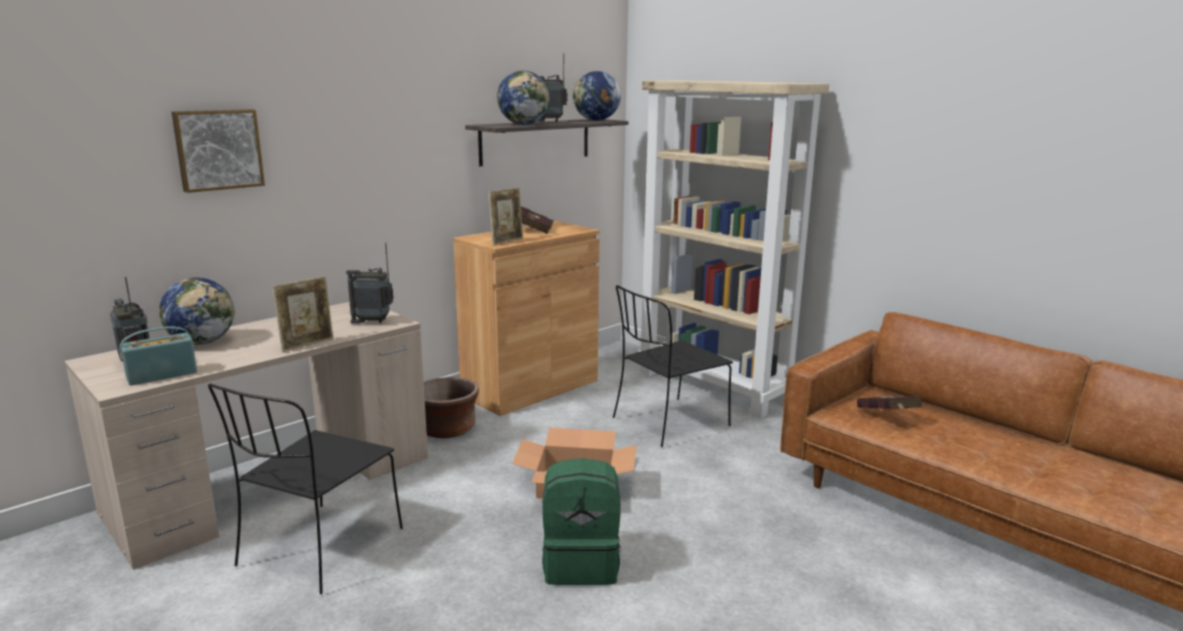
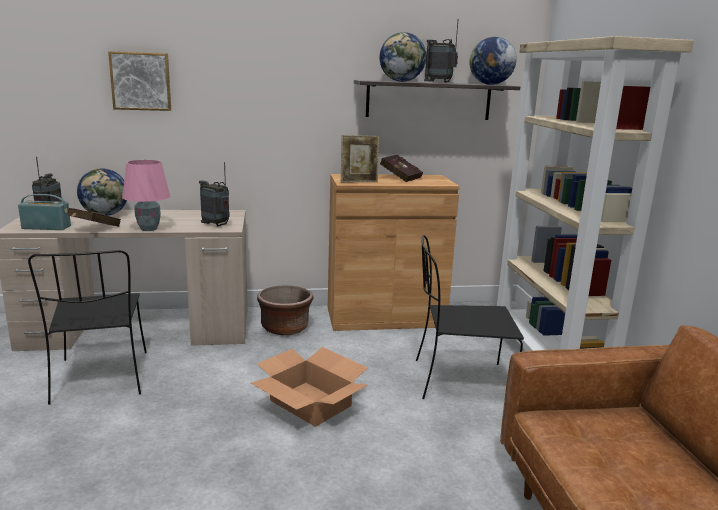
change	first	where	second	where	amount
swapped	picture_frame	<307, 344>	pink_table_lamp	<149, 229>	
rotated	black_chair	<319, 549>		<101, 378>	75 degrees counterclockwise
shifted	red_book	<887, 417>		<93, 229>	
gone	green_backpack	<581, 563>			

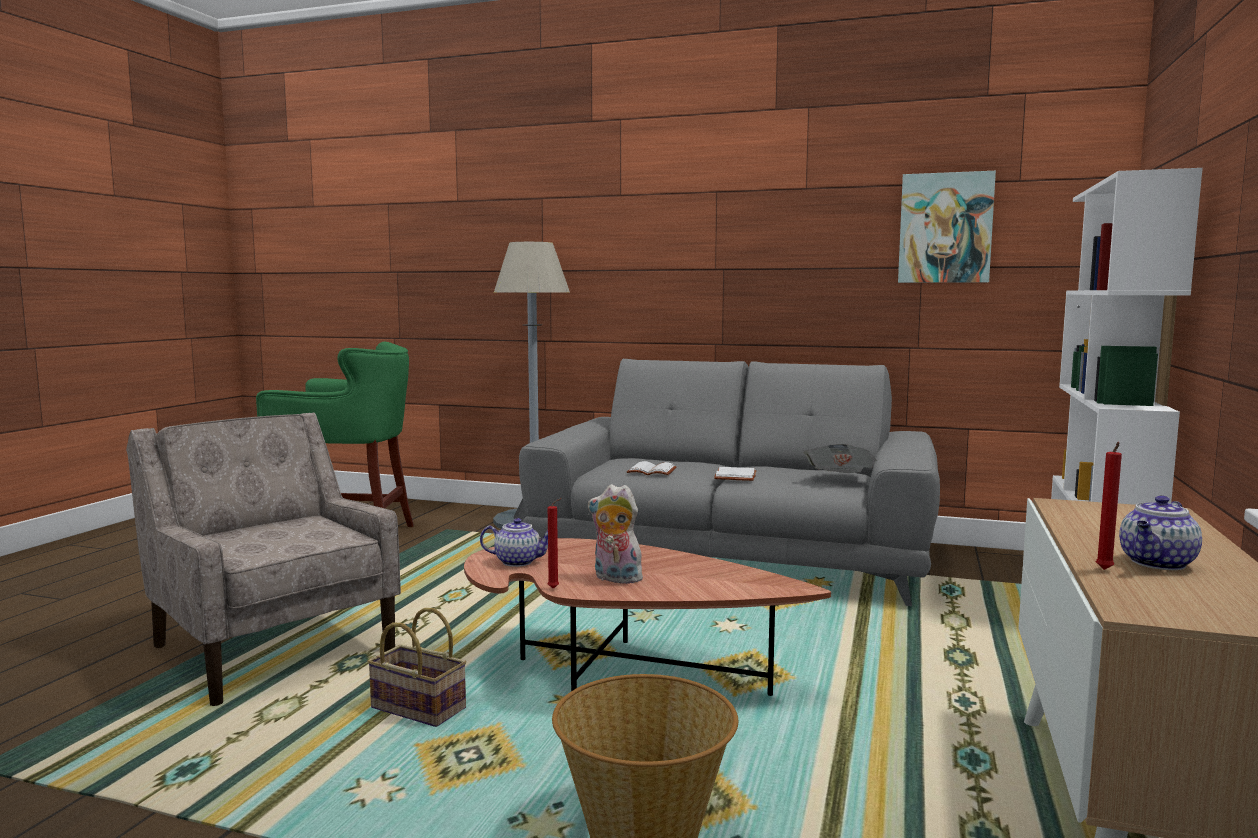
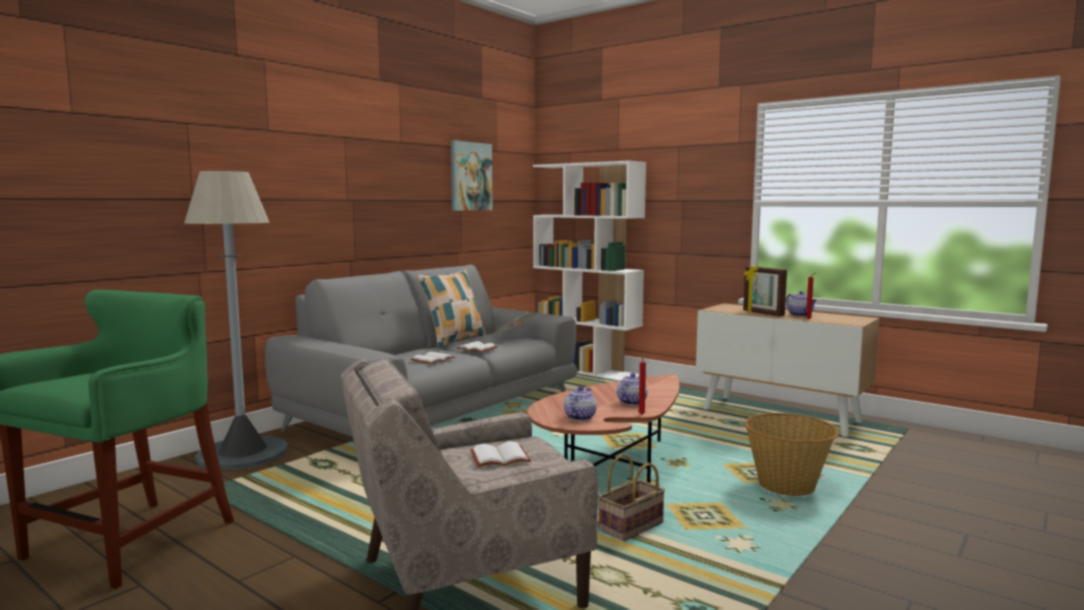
change	first	where	second	where	amount
swapped	plush_toy	<615, 579>	teapot	<631, 402>	
new			picture_frame	<762, 313>	
new			pillow	<454, 341>	
new			white_book	<499, 458>	

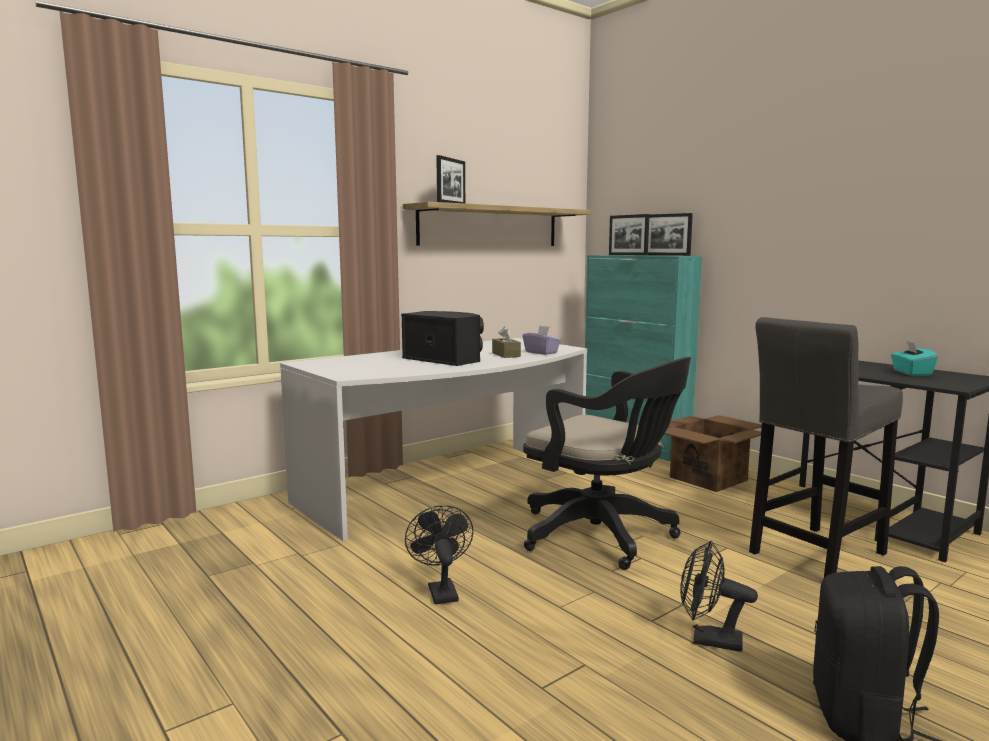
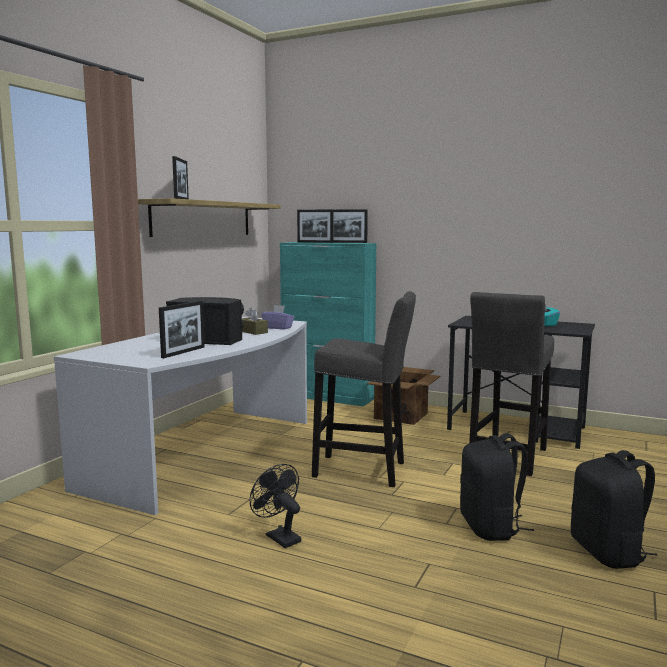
change	first	where	second	where	amount
swapped	black_office_chair	<603, 536>	grey_stool	<364, 471>	
swapped	black_fan	<708, 640>	black_backpack	<491, 527>	
new			picture_frame	<183, 352>	

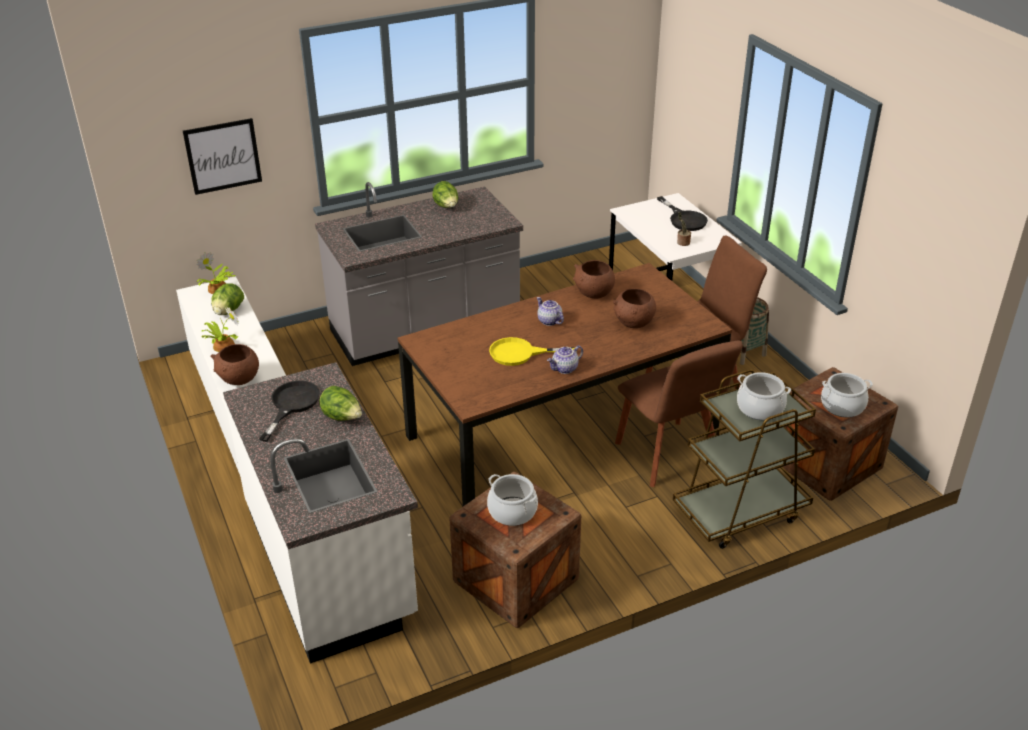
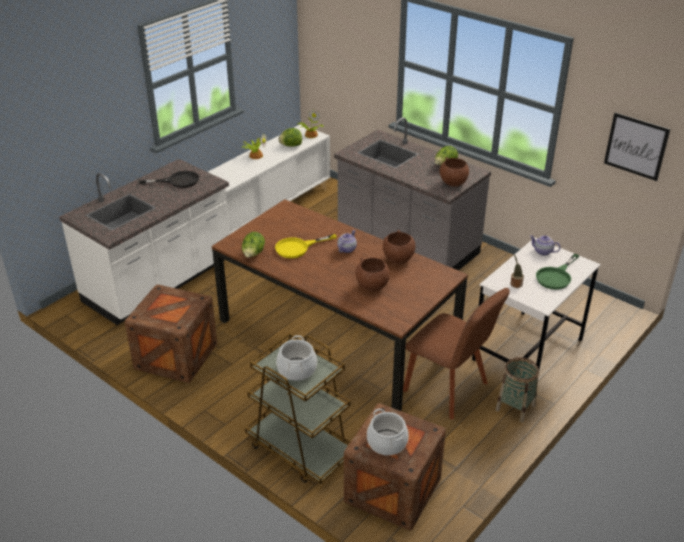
change	first	where	second	where	amount
shifted	picture	<223, 156>		<636, 146>	
repainted	black_frying_pan	<684, 219>	green_frying_pan	<556, 276>	
rotated	yellow_frying_pan	<520, 353>		<298, 248>	90 degrees counterclockwise
gone	brown_chair	<669, 456>			
shifted	brown_bowl	<239, 380>		<453, 183>	
shifted	teapot	<565, 369>		<542, 252>	
shifted	lettuce	<342, 417>		<253, 254>	
gone	cooking_pot	<512, 511>			

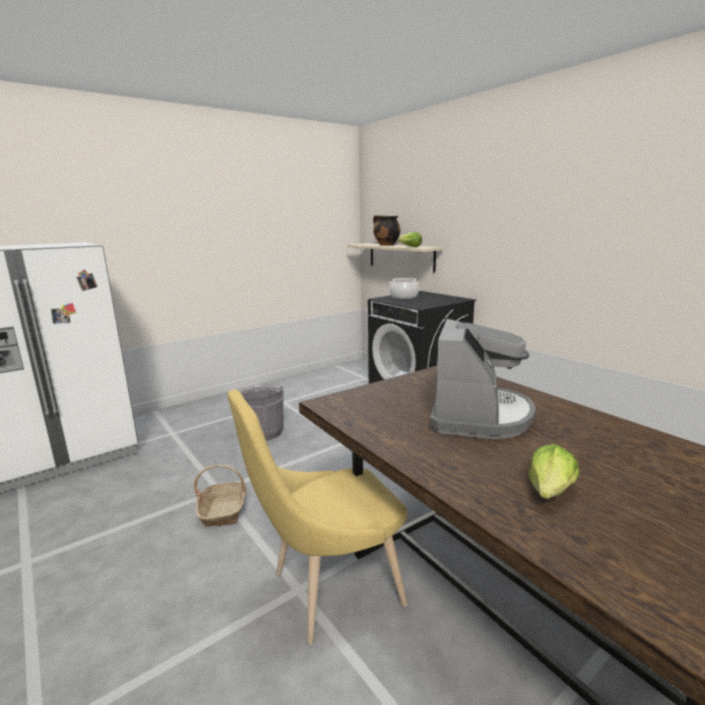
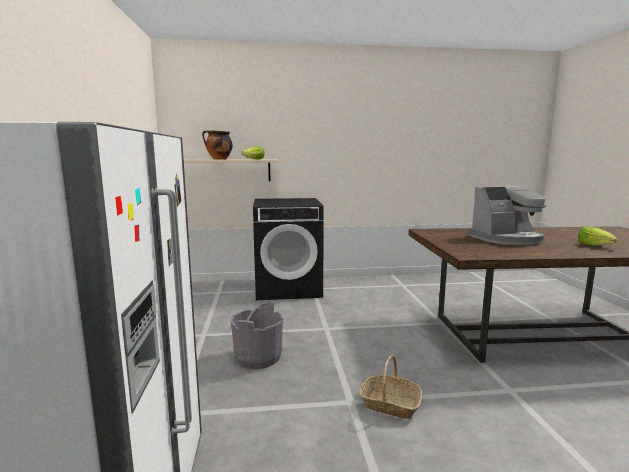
change	first	where	second	where	amount
gone	cooking_pot	<403, 297>			
rotated	coffee_machine	<479, 416>		<506, 239>	120 degrees clockwise
gone	yellow_chair	<328, 591>			

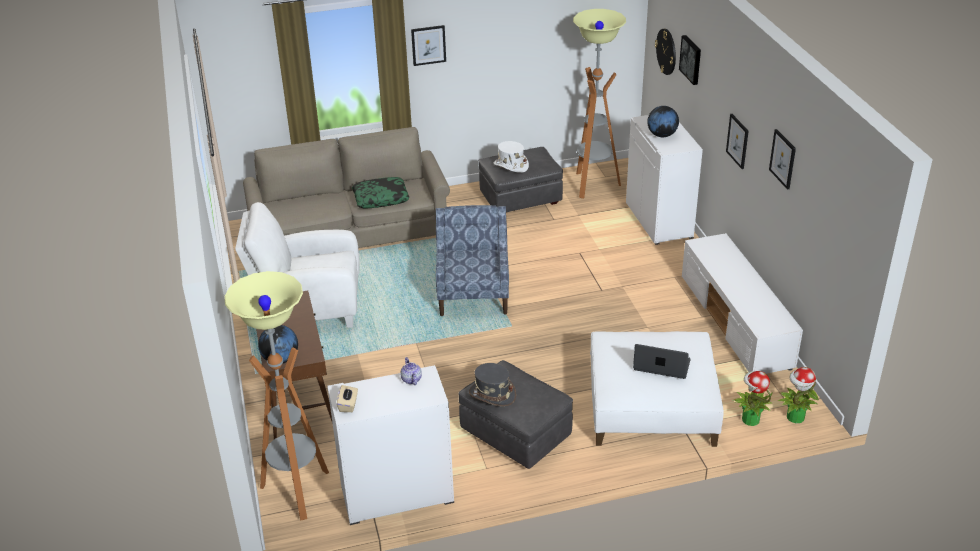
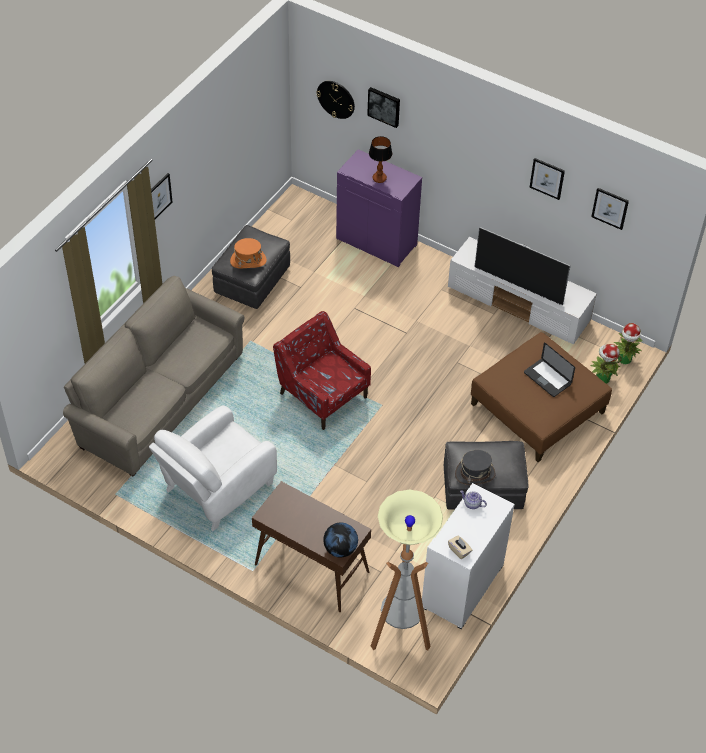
change	first	where	second	where	amount
gone	floor_lamp	<593, 185>			
swapped	globe	<662, 135>	table_lamp	<379, 178>	
shifted	picture	<737, 141>		<610, 208>	
repainted	white_cabinet	<660, 220>	purple_cabinet	<377, 241>	
repainted	white_hat	<511, 165>	orange_hat	<248, 261>	
gone	pillow	<381, 198>			
repainted	blue_armchair	<473, 293>	red_armchair	<322, 394>	
repainted	white_ottoman	<651, 405>	brown_ottoman	<537, 408>	
rotated	laptop	<661, 365>		<547, 378>	105 degrees counterclockwise
new			television	<518, 285>	

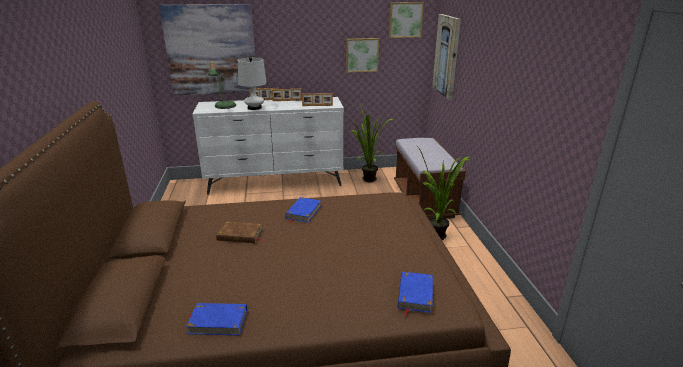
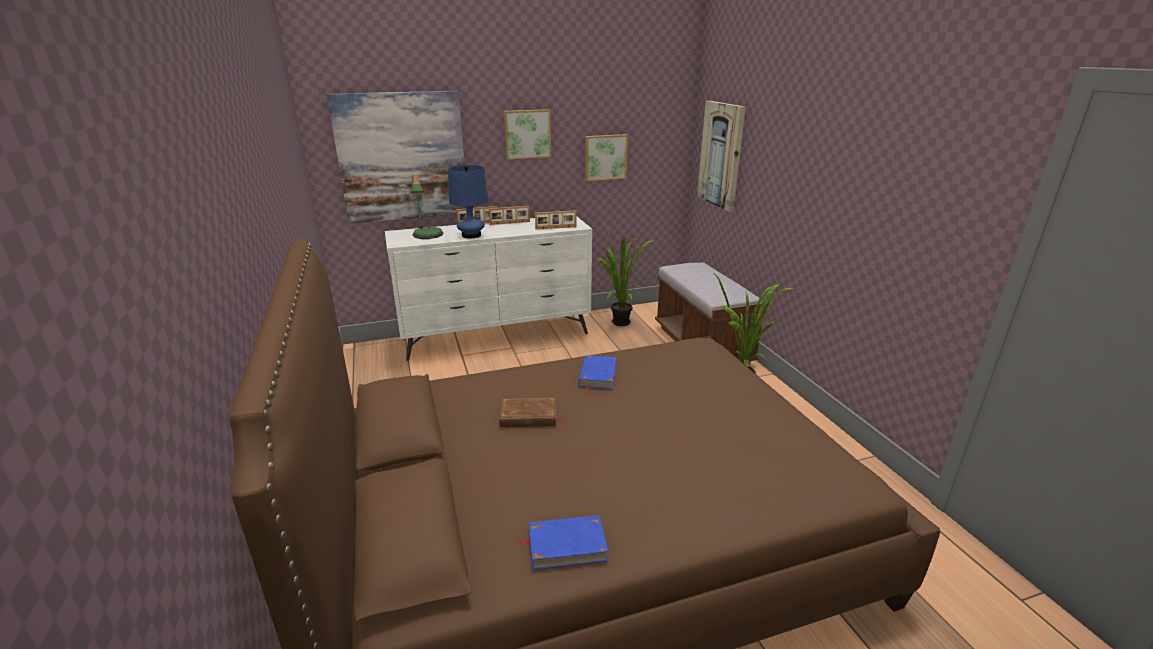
change	first	where	second	where	amount
shifted	picture	<405, 20>		<527, 134>	
repainted	white_table_lamp	<254, 108>	blue_table_lamp	<471, 235>	
gone	blue_book	<415, 295>			

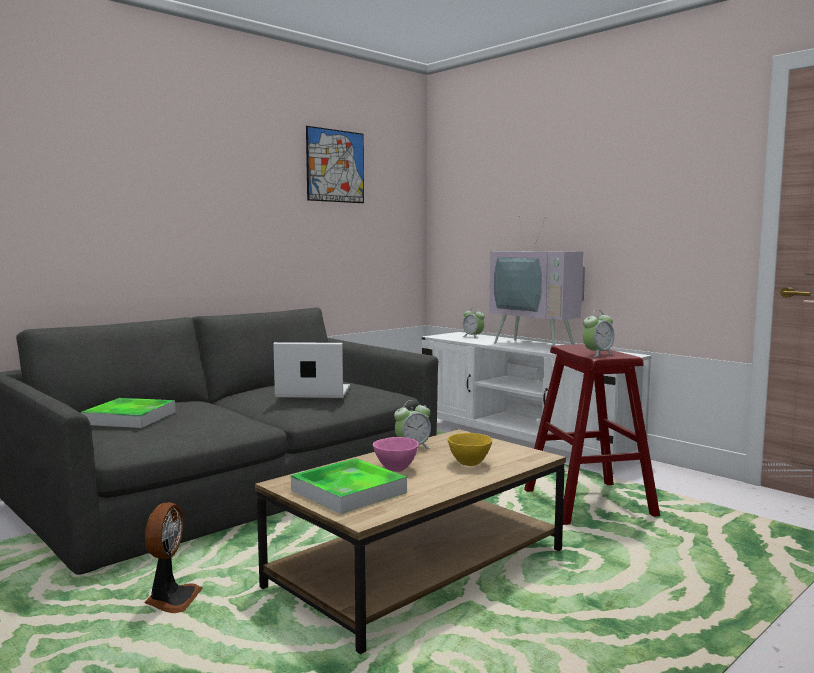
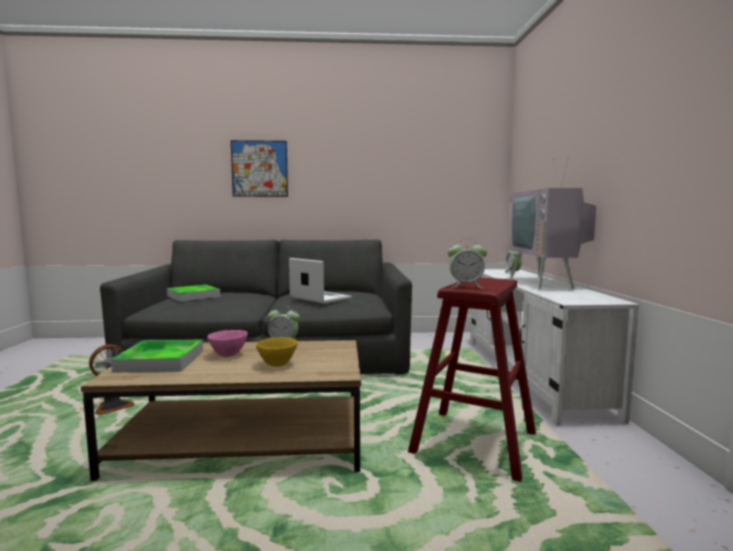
change	first	where	second	where	amount
shifted	picture	<335, 166>		<259, 168>	

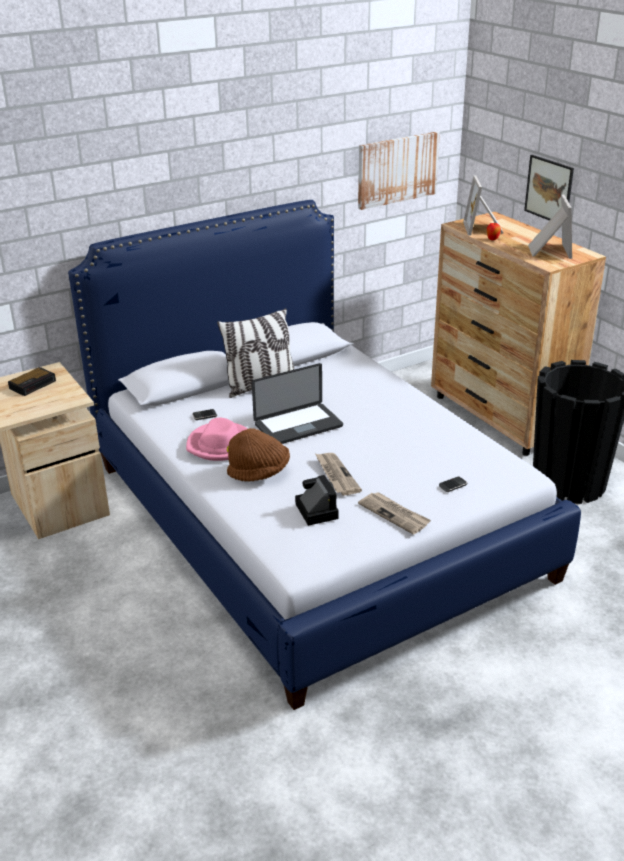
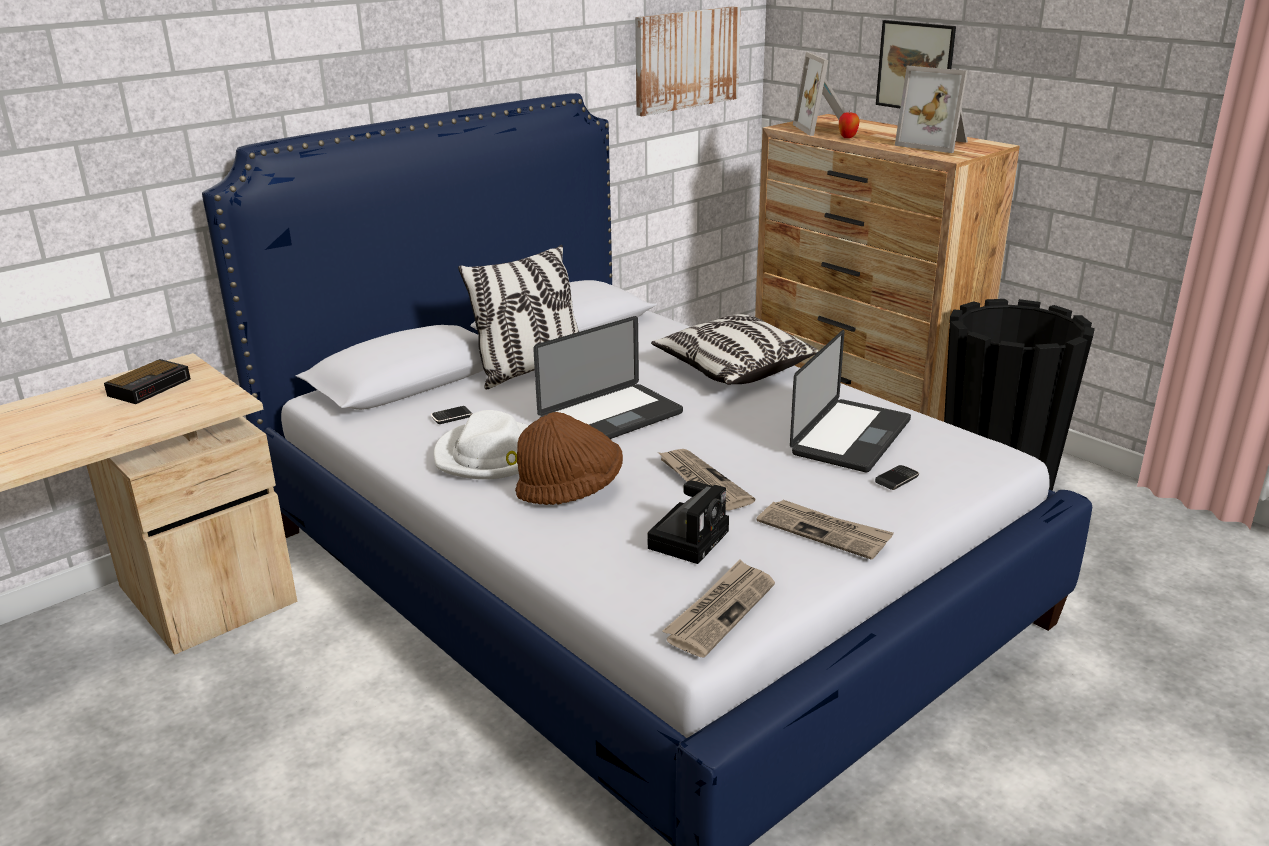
change	first	where	second	where	amount
rotated	picture_frame	<548, 251>		<935, 144>	135 degrees clockwise
repainted	pink_hat	<220, 445>	white_hat	<491, 455>	
rotated	photo_camera	<315, 510>		<689, 537>	60 degrees clockwise
new			pillow	<732, 369>	
new			laptop	<851, 437>	
new			newspaper	<720, 611>	

